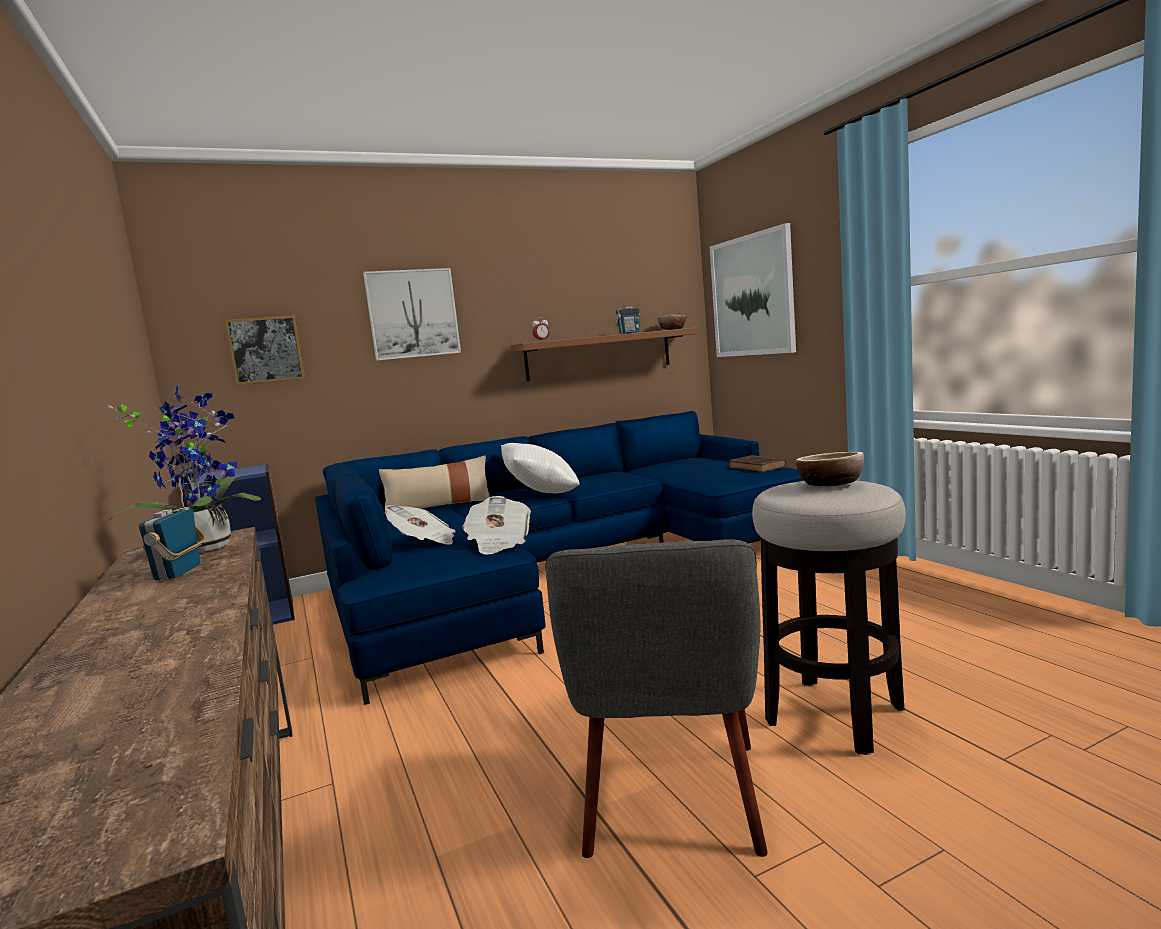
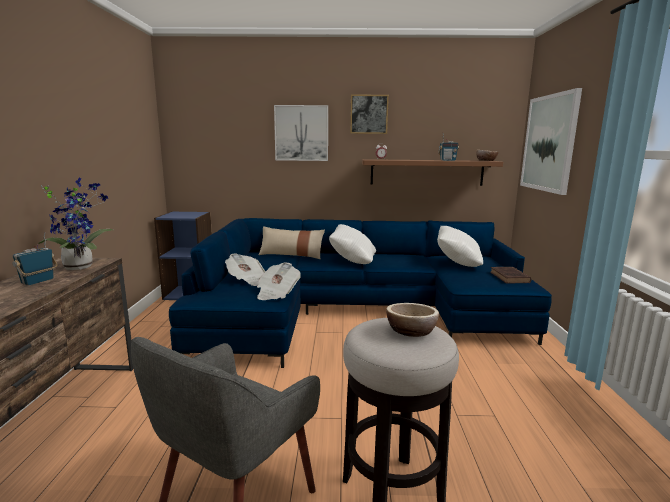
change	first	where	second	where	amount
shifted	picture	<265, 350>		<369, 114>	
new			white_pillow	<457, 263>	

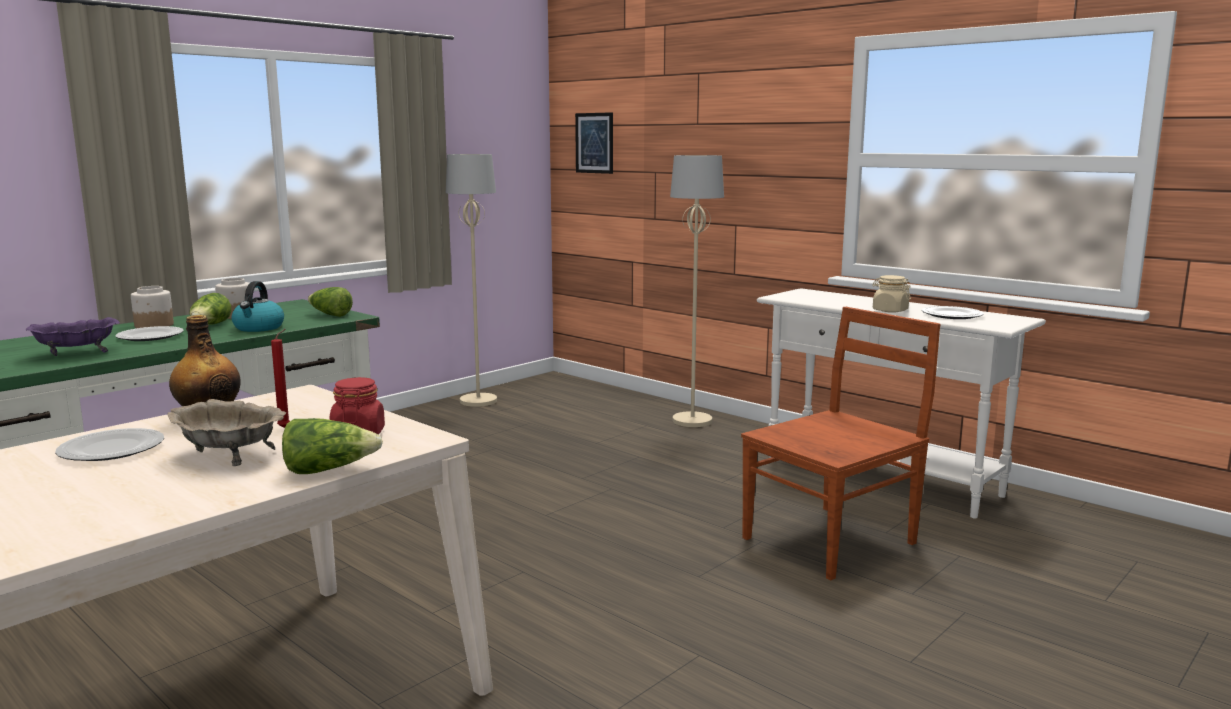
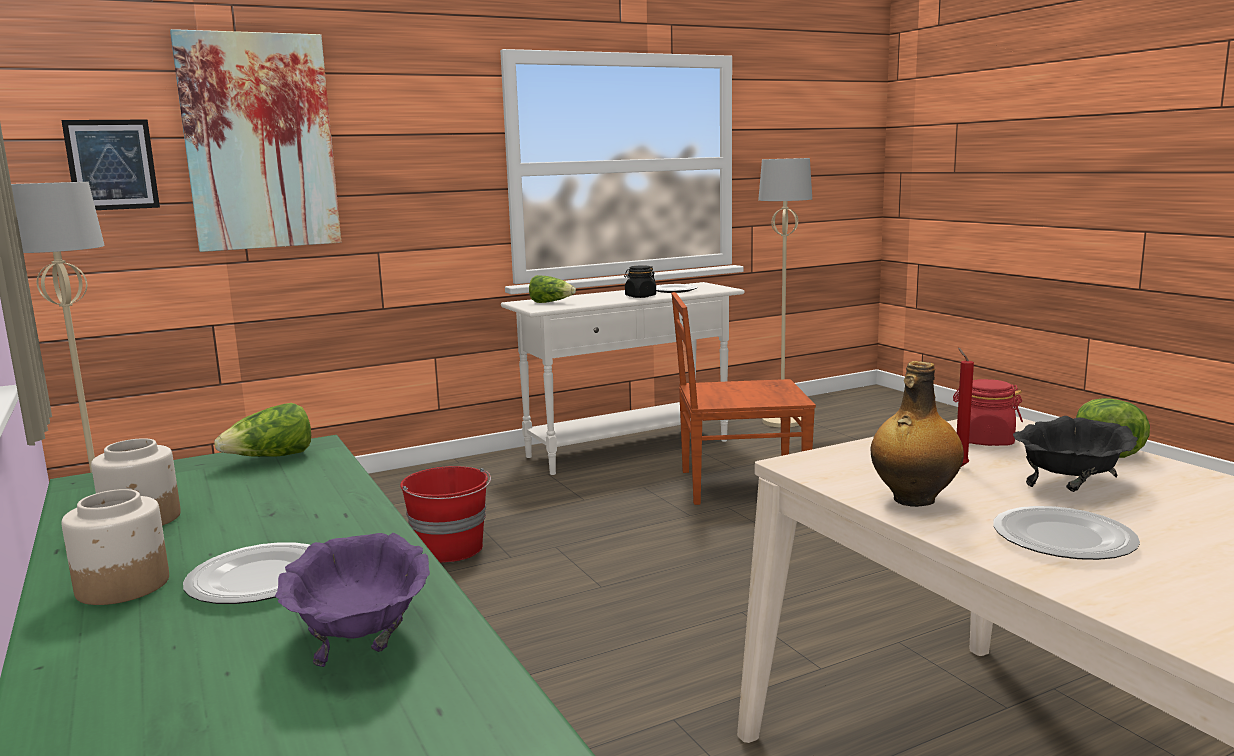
change	first	where	second	where	amount
shifted	beige_floor_lamp	<692, 421>		<782, 422>	
repainted	beige_jar	<890, 310>	black_jar	<640, 296>	
gone	kettle	<259, 328>			
shifted	lettuce	<210, 325>		<551, 302>	
rotated	brown_chair	<832, 540>		<738, 485>	75 degrees counterclockwise
repainted	beige_bowl	<230, 455>	black_bowl	<1071, 483>	
new			picture	<260, 142>	
new			red_bucket	<450, 549>	

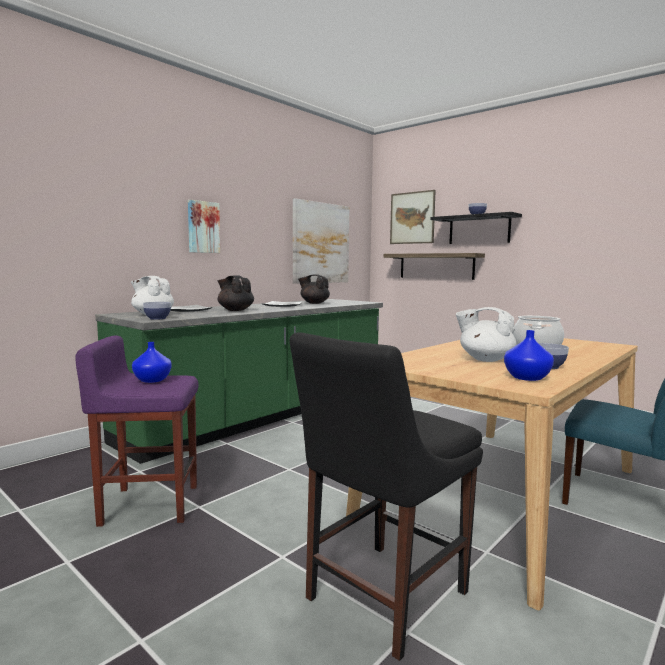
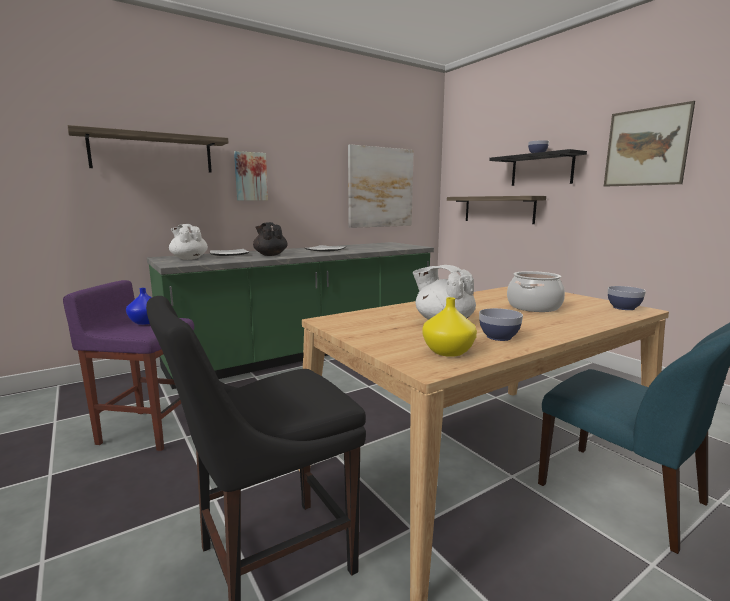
change	first	where	second	where	amount
shifted	picture	<412, 218>		<646, 147>	
gone	black_teapot	<314, 303>			
shifted	bowl	<157, 318>		<623, 308>	
repainted	blue_vase	<526, 377>	yellow_vase	<447, 351>	
new			shelf	<152, 153>	

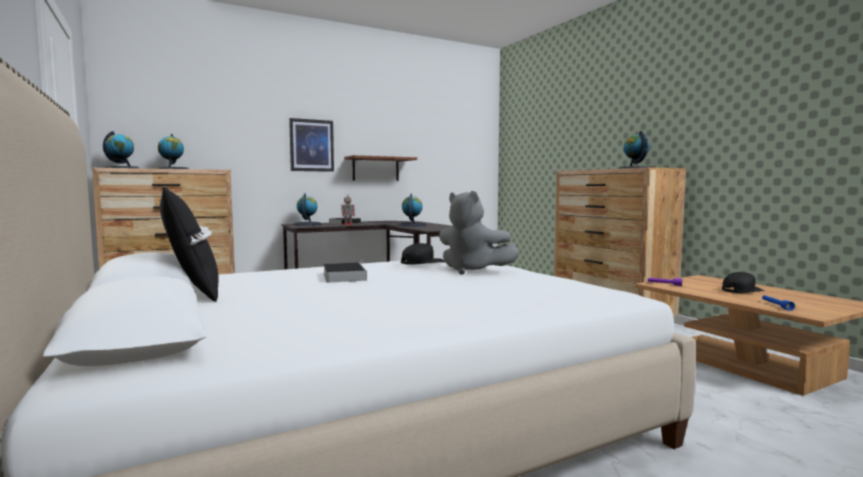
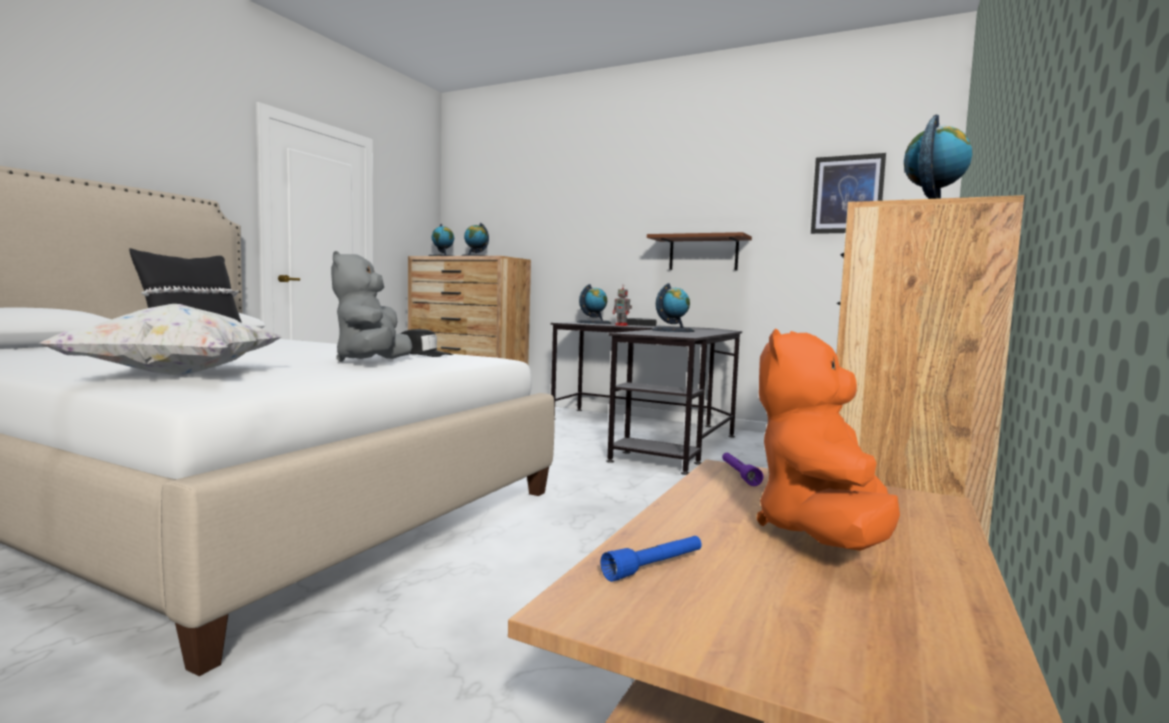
change	first	where	second	where	amount
shifted	picture	<311, 145>		<847, 194>	
gone	book	<343, 276>			
swapped	black_cap	<741, 290>	orange_plush_toy	<823, 535>	
new			white_pillow	<175, 375>	

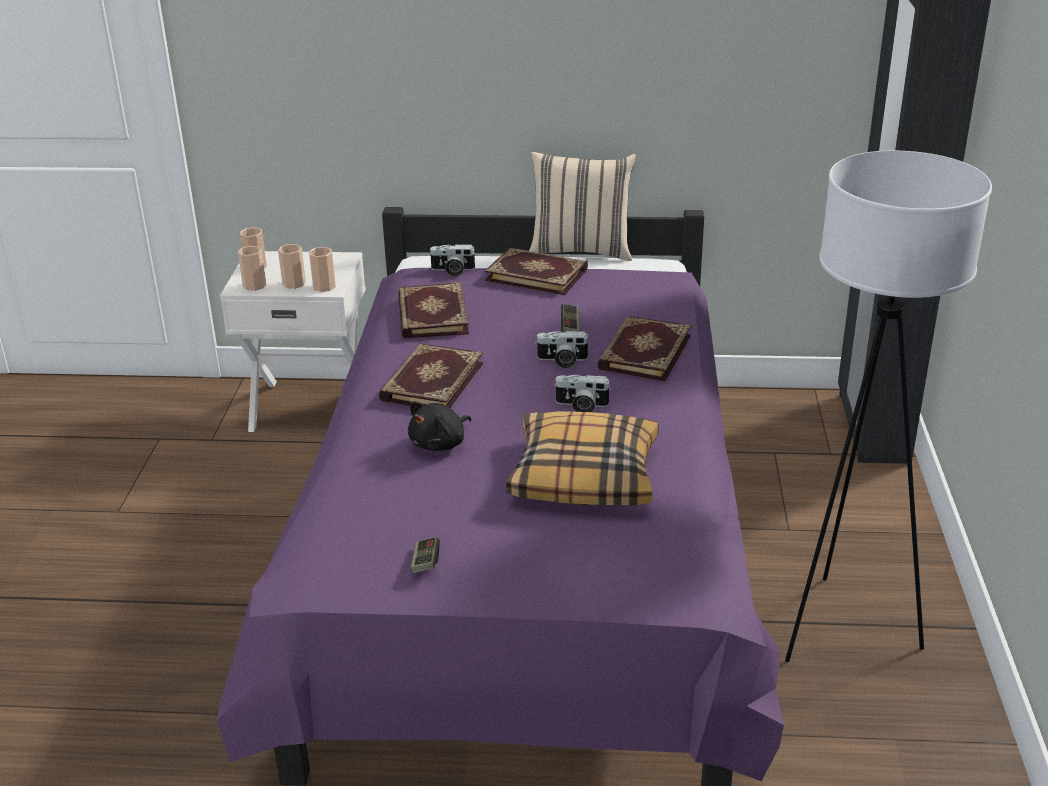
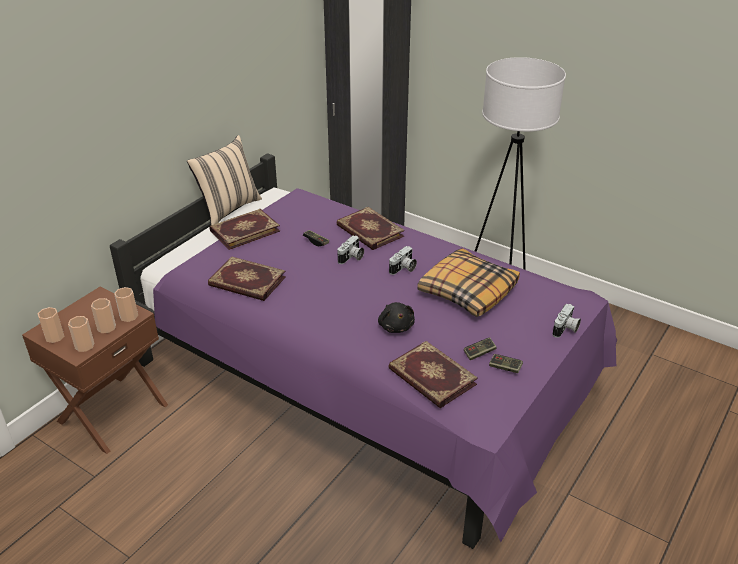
change	first	where	second	where	amount
shifted	photo_camera	<452, 271>		<566, 329>	
repainted	white_nightstand	<310, 406>	brown_nightstand	<112, 412>	
shifted	book	<431, 381>		<431, 377>	
new			game_controller	<479, 353>	

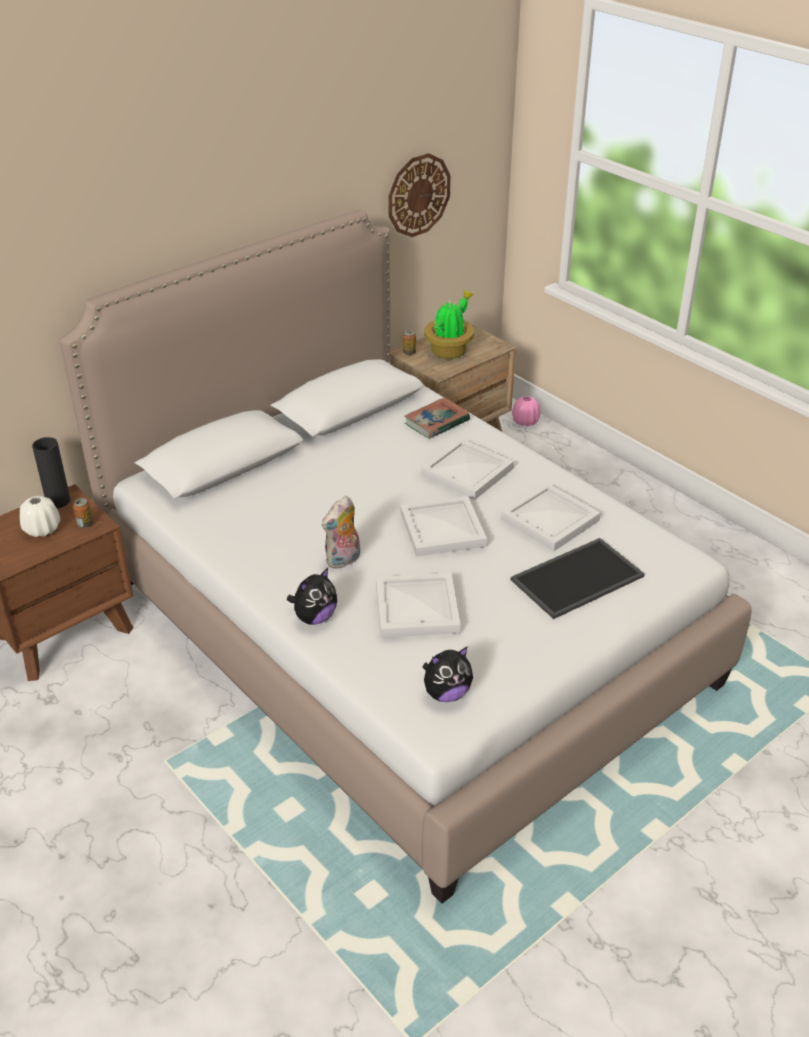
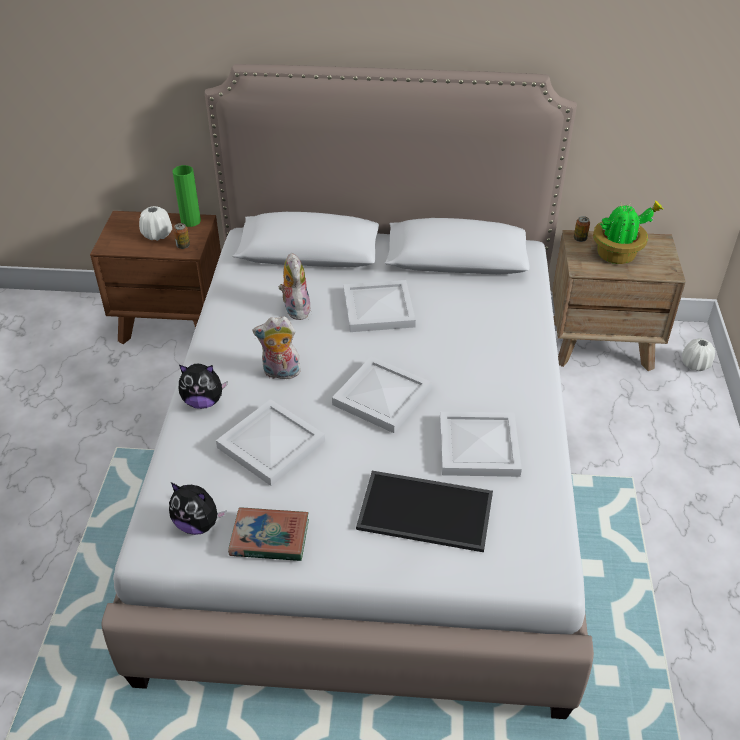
change	first	where	second	where	amount
gone	wall_clock	<418, 195>			
repainted	pink_vase	<525, 421>	white_vase	<695, 364>	
shifted	book	<437, 422>		<269, 538>	
repainted	black_vase	<58, 501>	green_vase	<191, 221>	
shifted	white_tray	<468, 471>		<379, 309>	
new			plush_toy	<295, 309>	

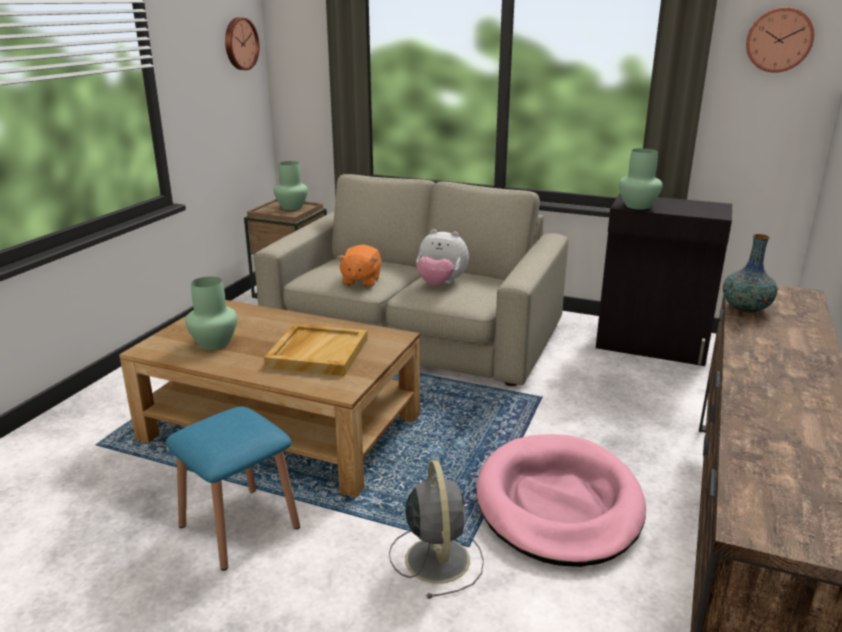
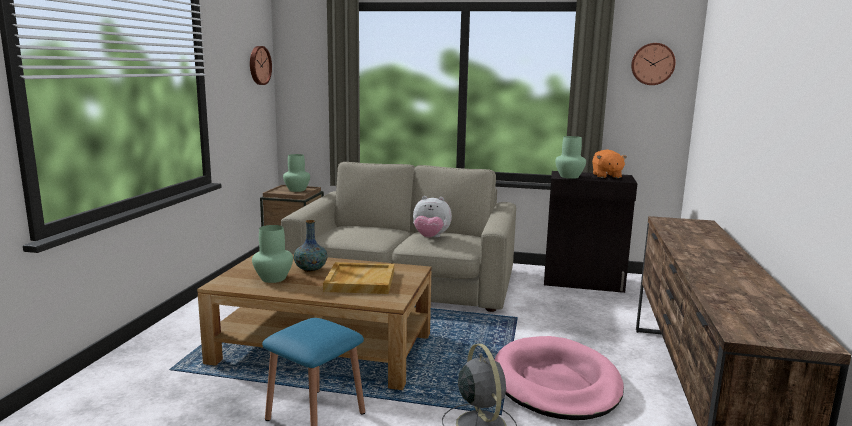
change	first	where	second	where	amount
shifted	vase	<745, 308>		<310, 269>	
shifted	orange_plush_toy	<360, 281>		<606, 176>	

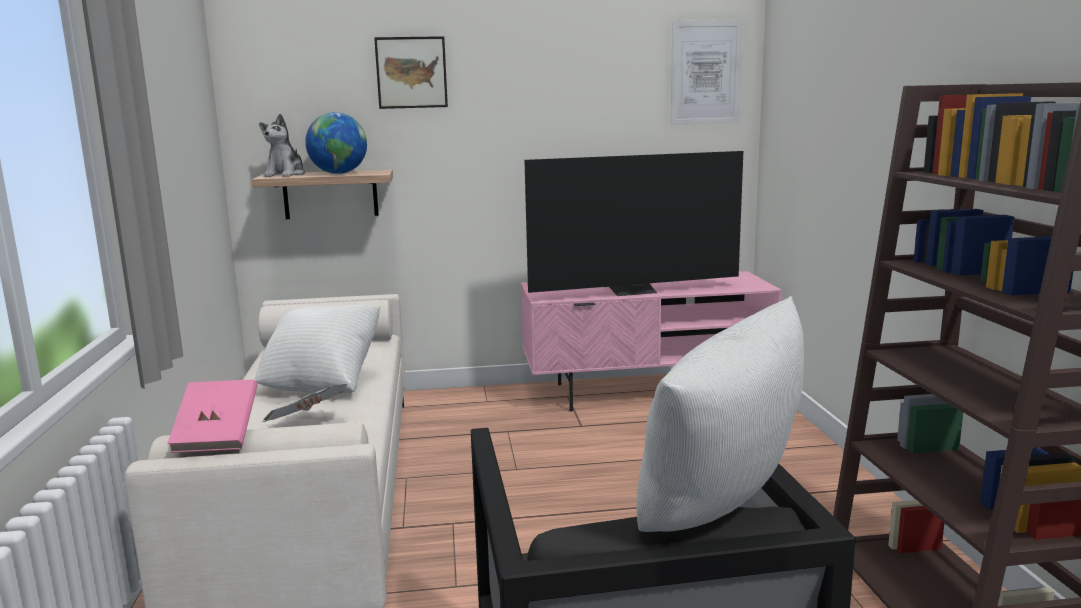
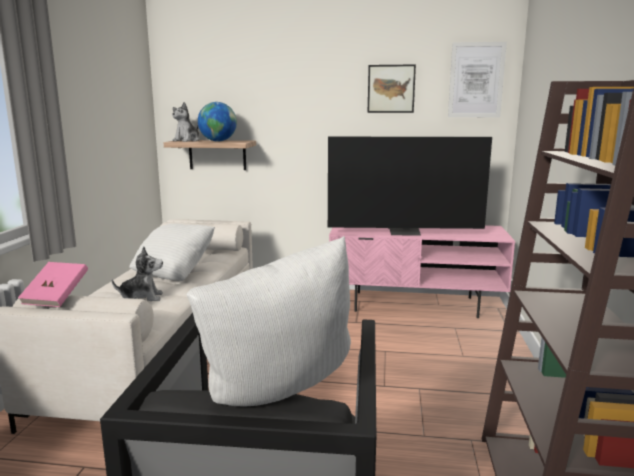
change	first	where	second	where	amount
shifted	picture	<411, 72>		<391, 89>	
swapped	newspaper	<306, 425>	plush_toy	<142, 298>	

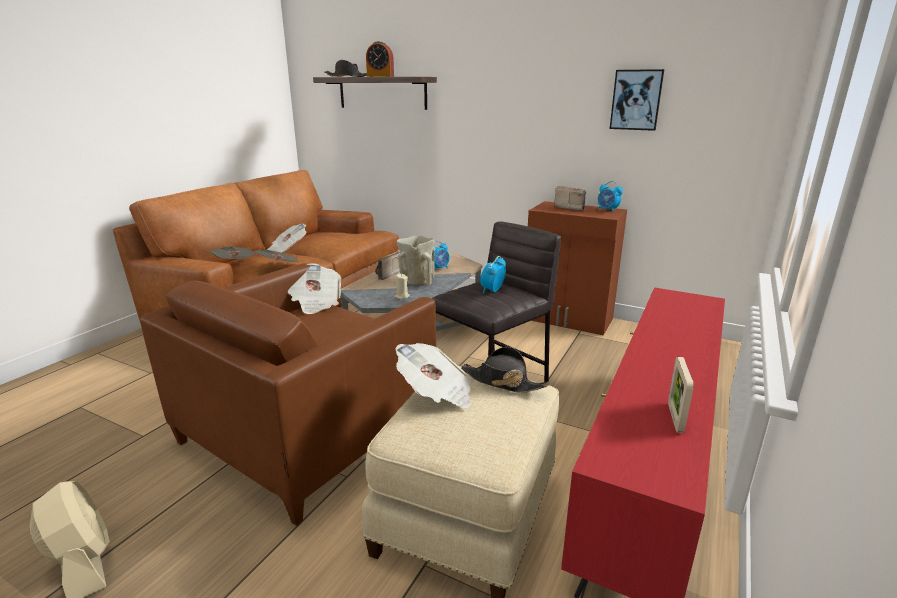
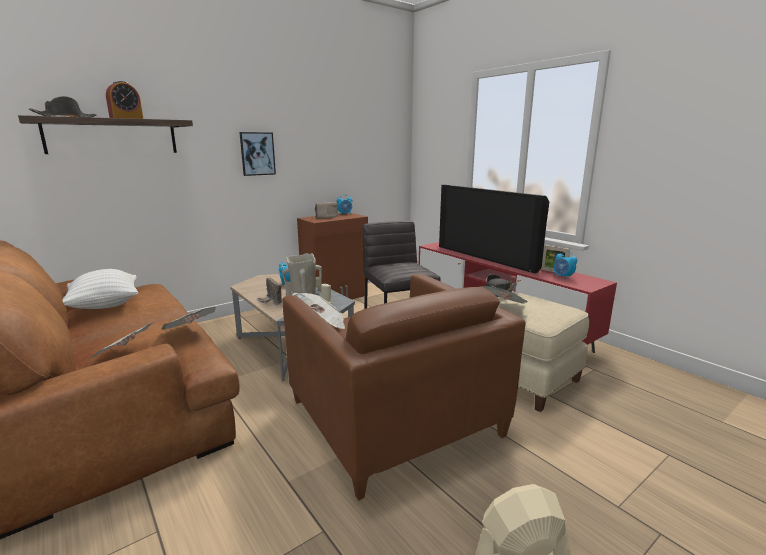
change	first	where	second	where	amount
shifted	picture	<636, 100>		<257, 153>	
gone	newspaper	<286, 251>			
shifted	alarm_clock	<492, 291>		<562, 277>	
new			television	<487, 257>	
new			white_pillow	<105, 305>	

